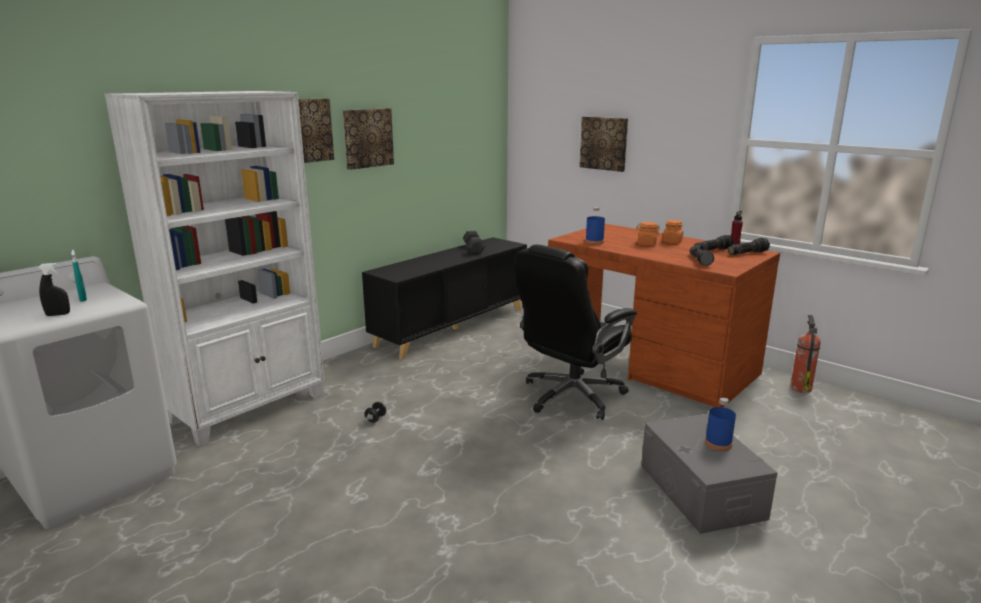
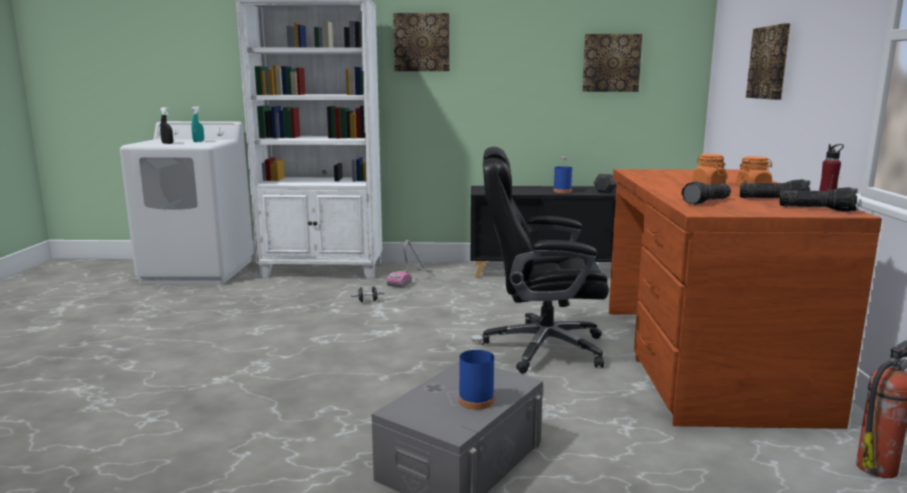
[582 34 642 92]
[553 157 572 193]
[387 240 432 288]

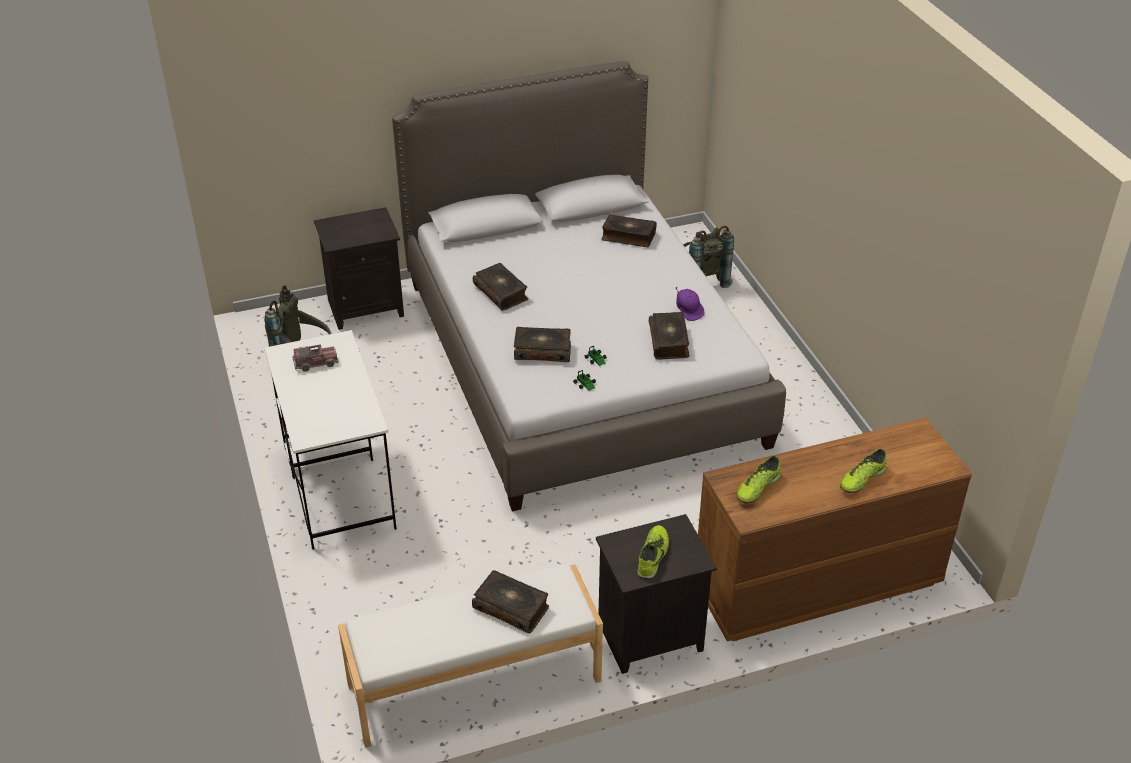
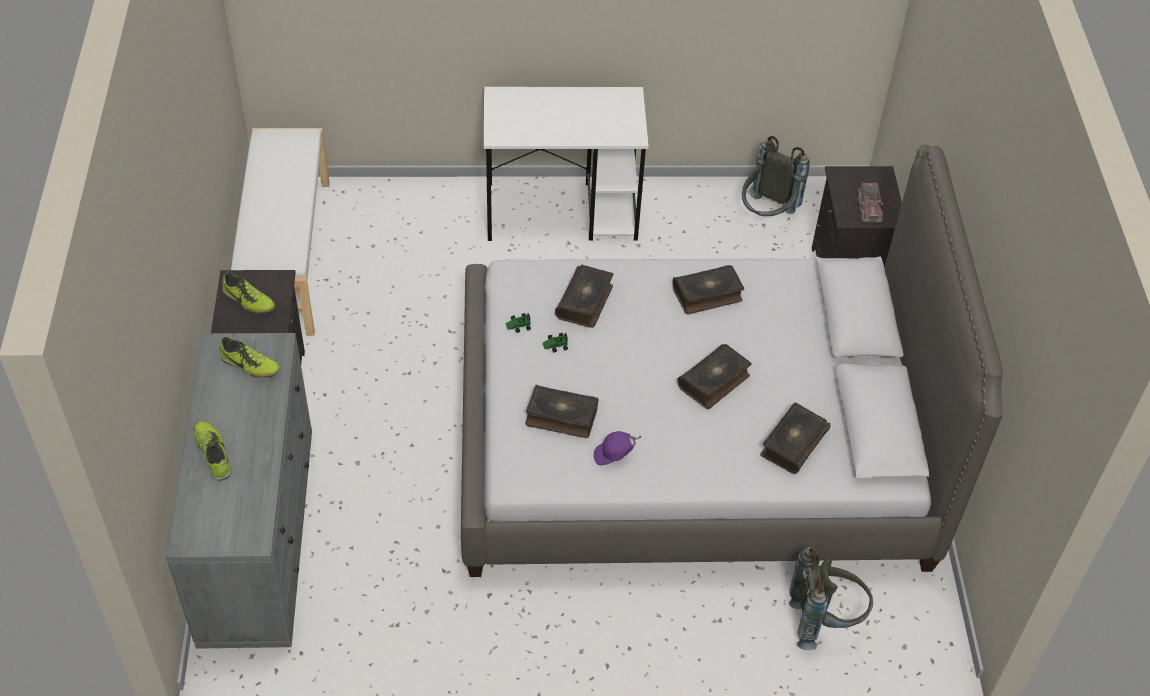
[858 182 883 222]
[166 333 312 649]
[219 336 280 378]
[677 344 752 409]

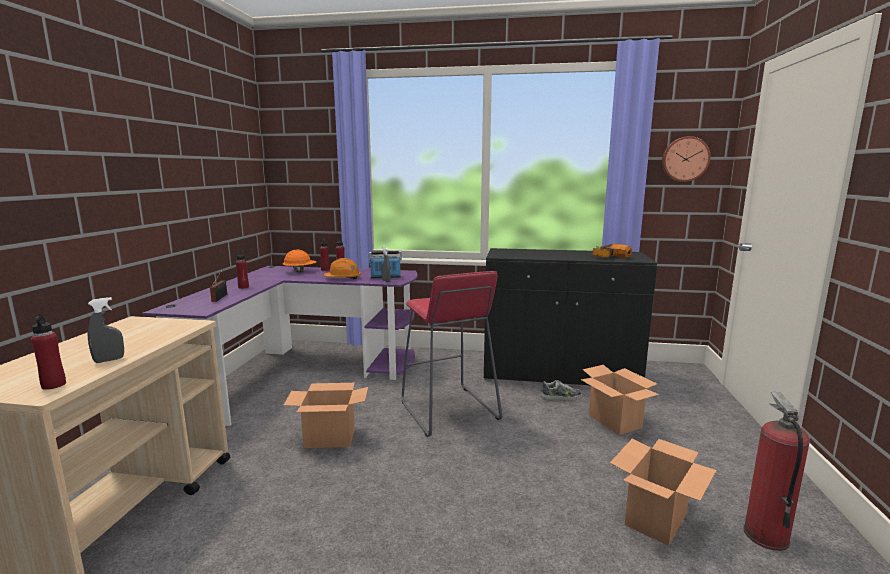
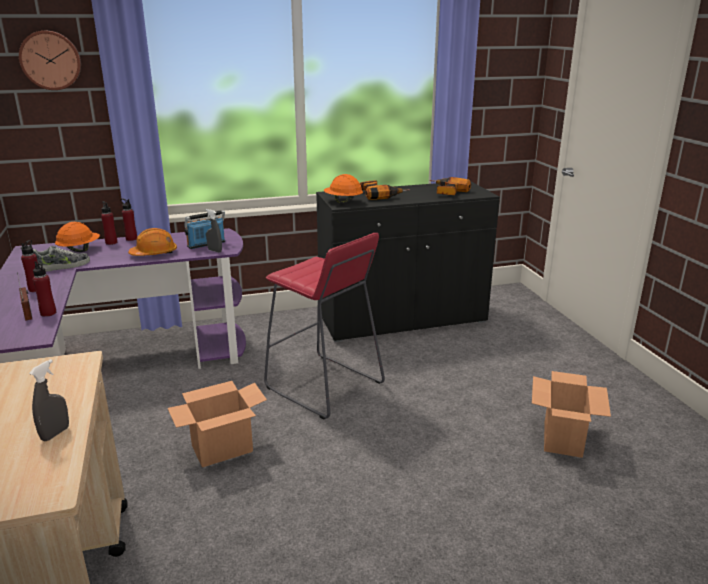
[19 31 81 90]
[33 261 56 317]
[581 365 659 435] (first image)
[33 246 90 272]
[744 392 810 551] (first image)
[324 174 363 203]
[360 180 410 200]

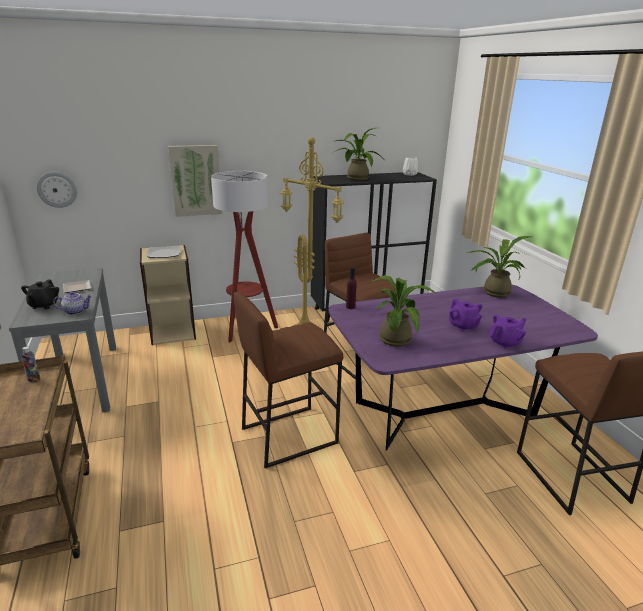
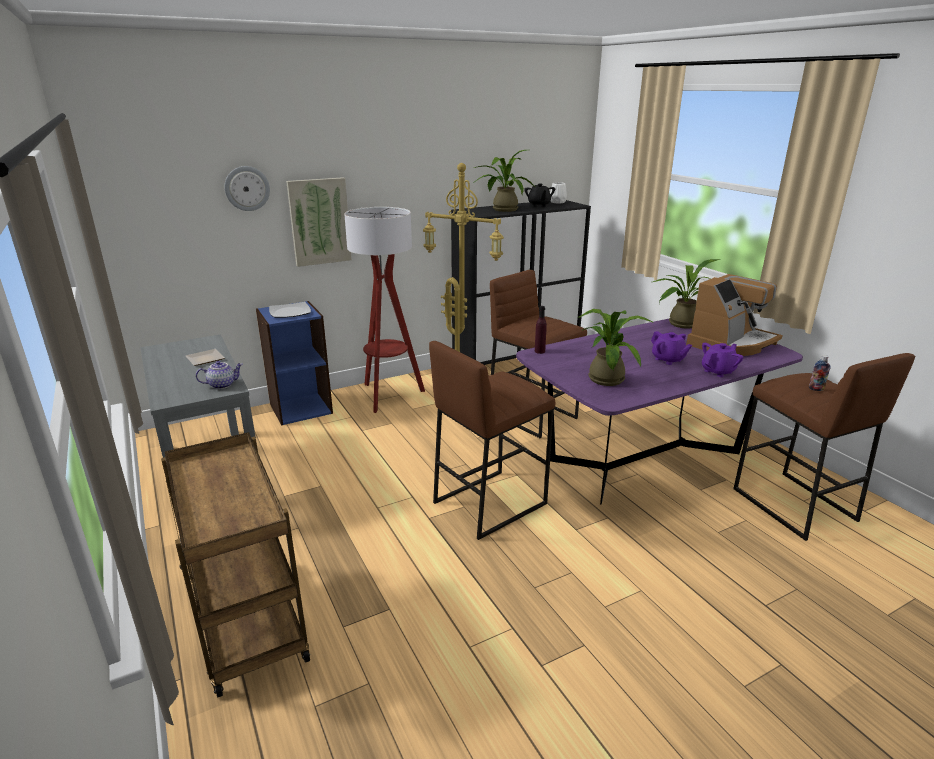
[224 166 270 211]
[256 301 333 426]
[524 183 555 207]
[809 355 831 391]
[686 274 783 356]

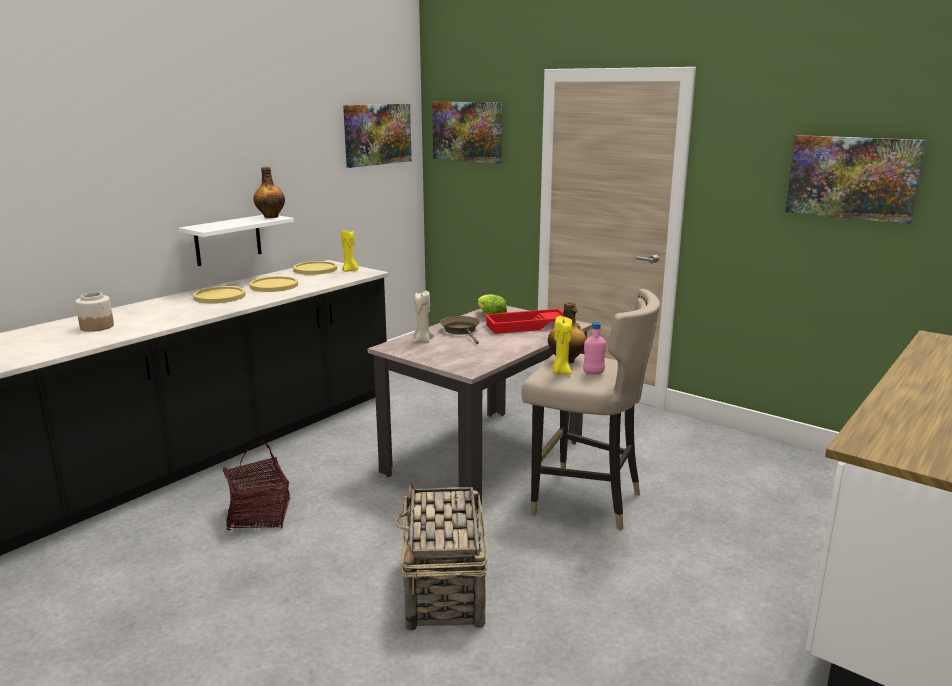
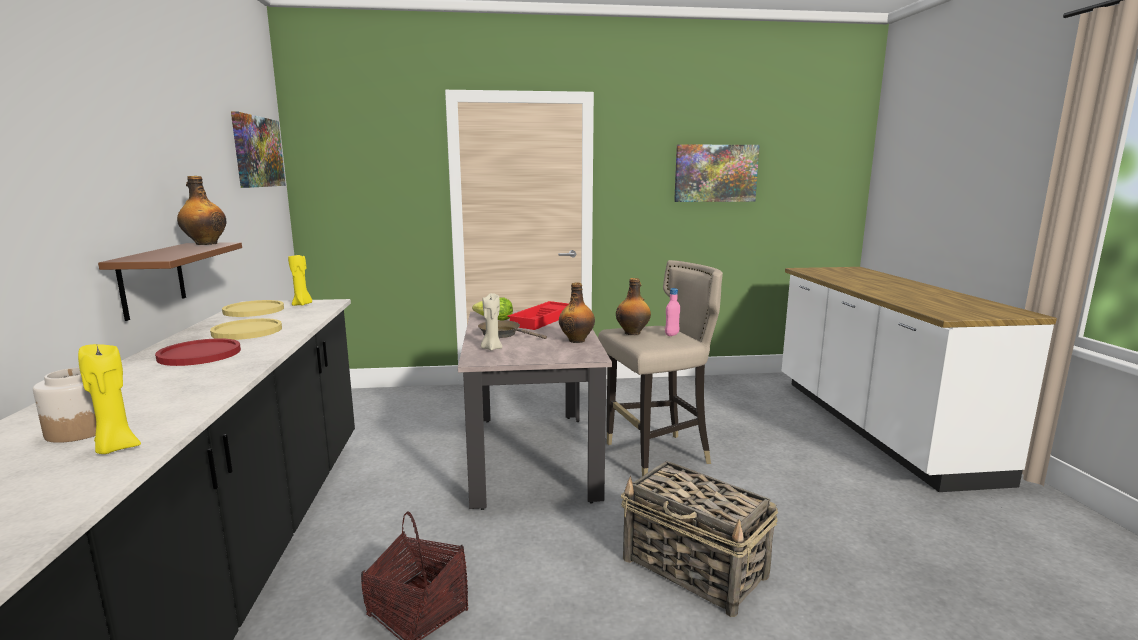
[432 101 502 164] (first image)
[98 242 242 321]
[155 338 241 366]
[78 344 141 454]
[559 283 595 343]

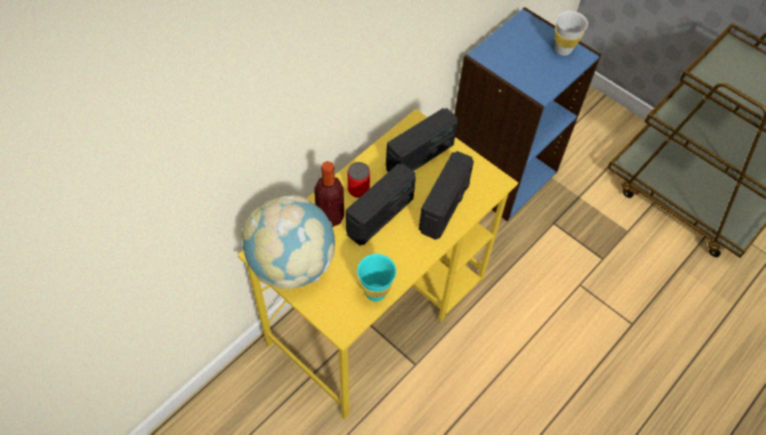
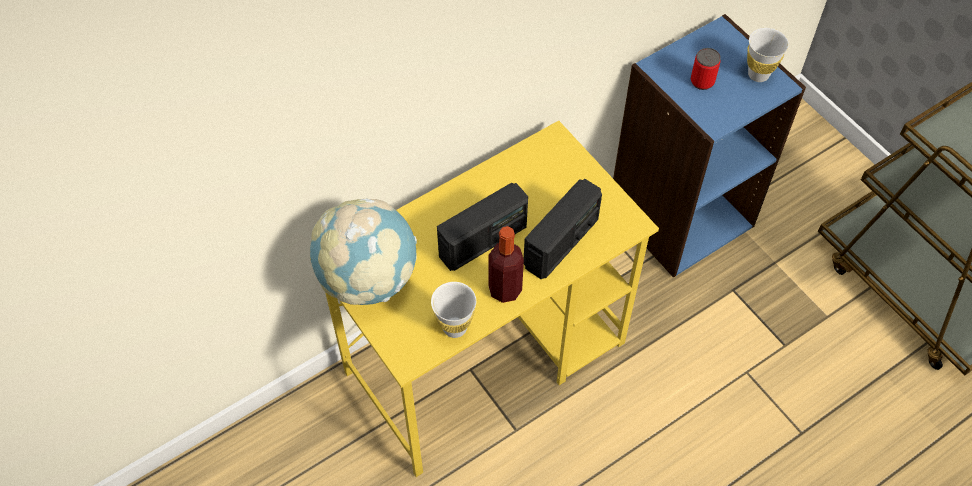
[386 108 458 172] (first image)
[488 226 524 303]
[691 48 721 90]
[431 282 476 338]

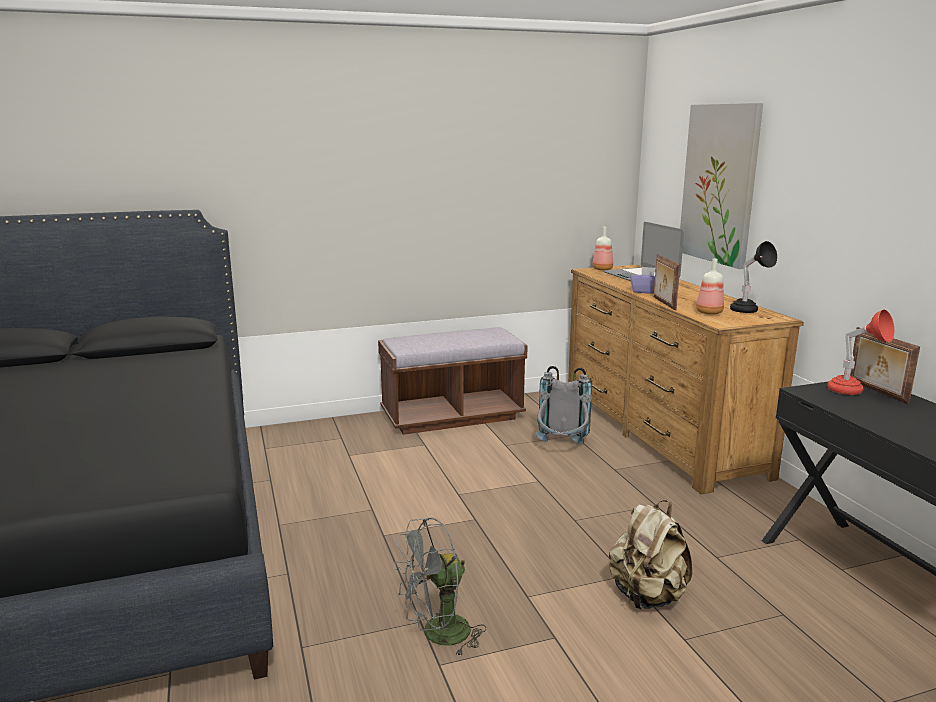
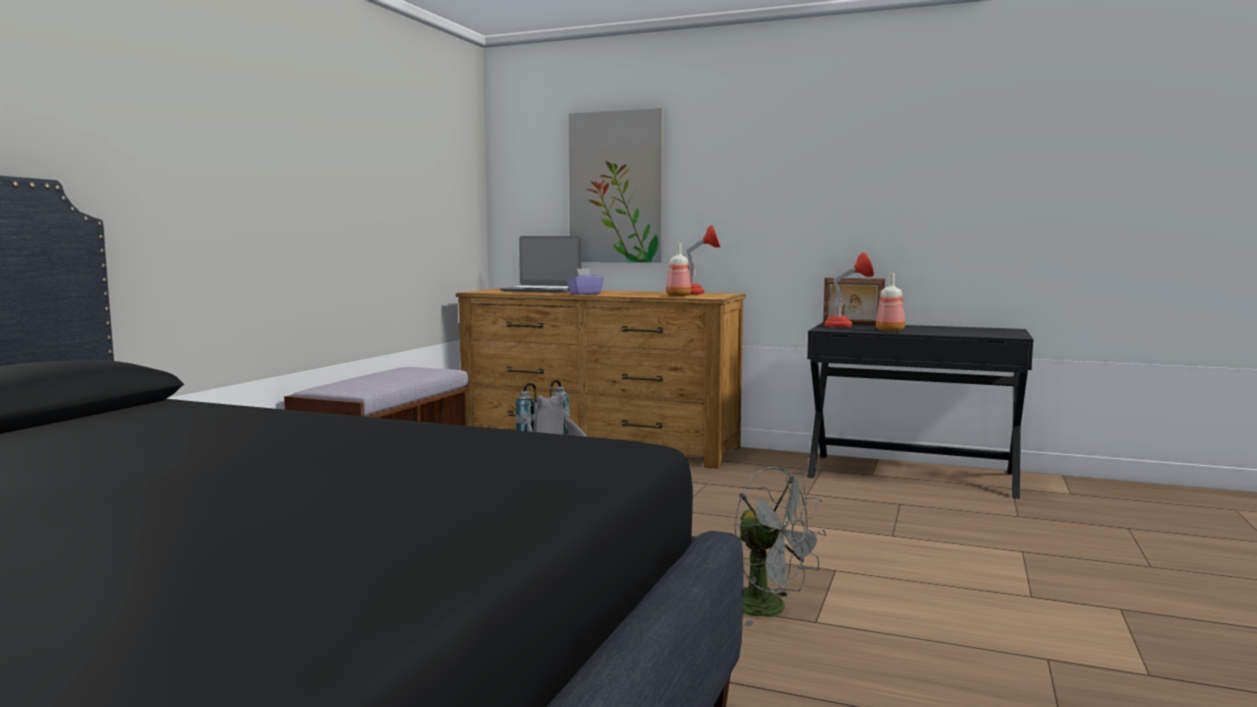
[876 273 905 332]
[687 225 720 294]
[654 254 680 311] (first image)
[609 500 692 610] (first image)
[734 467 826 627]

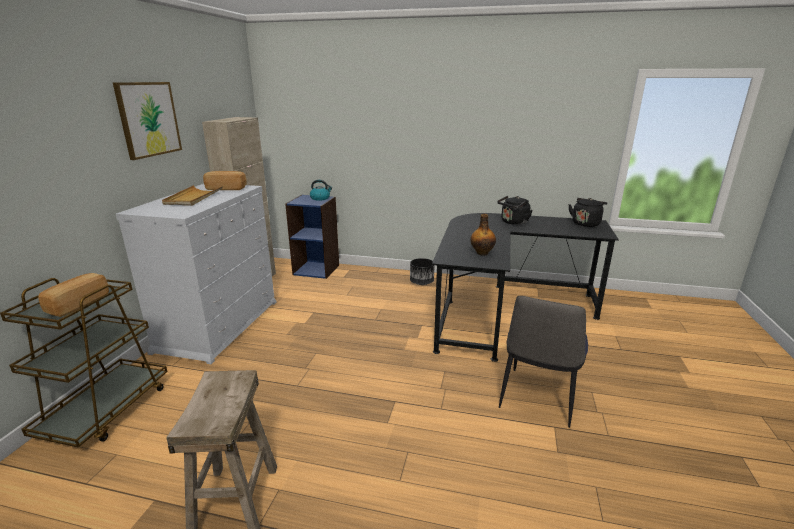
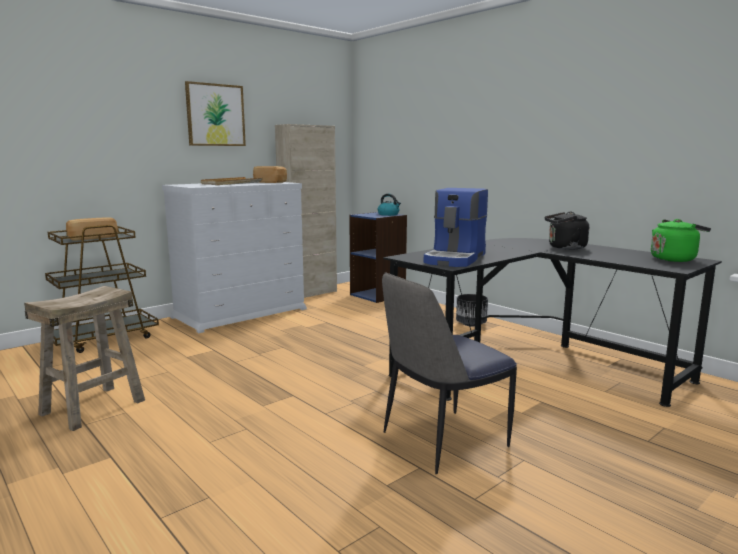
[651 219 711 262]
[424 188 488 267]

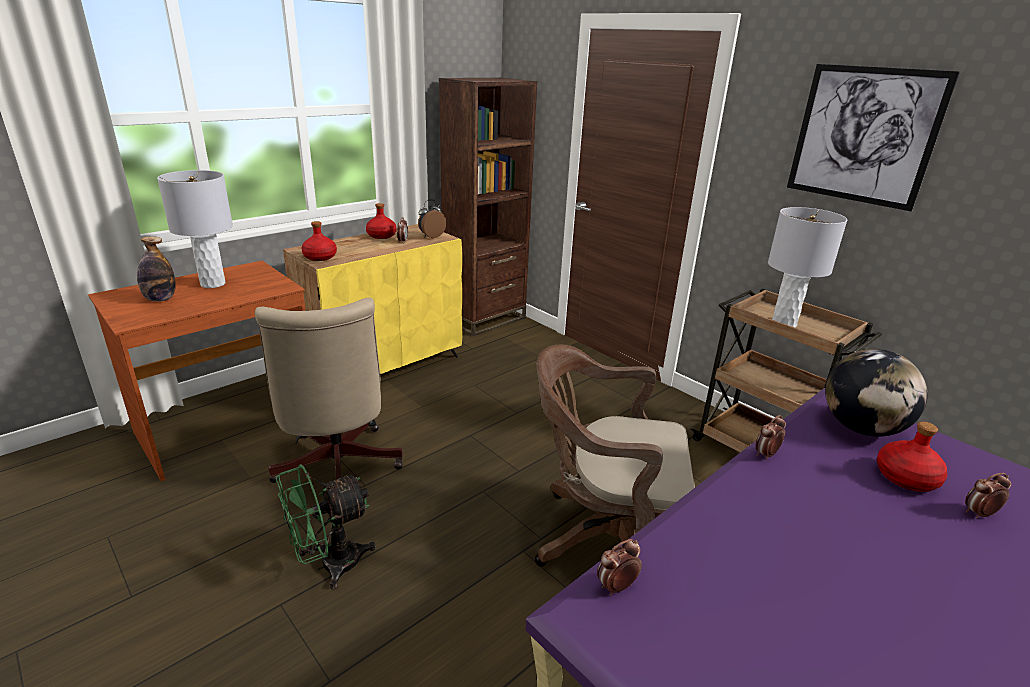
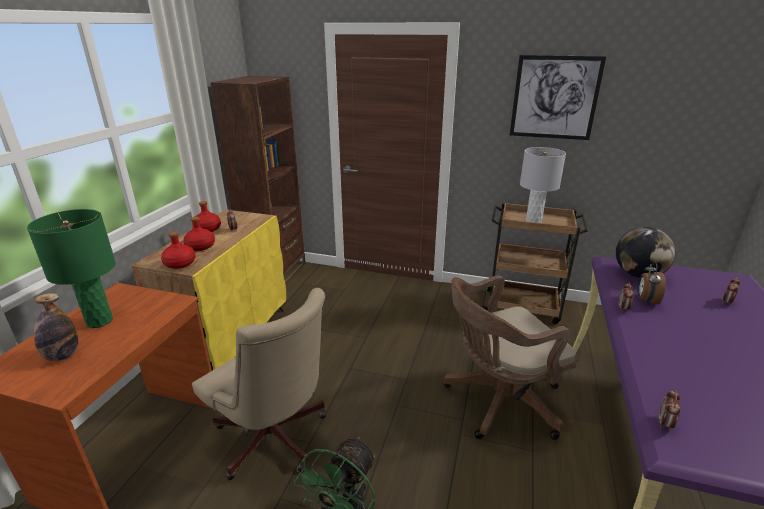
[27 209 116 328]
[637 261 666 305]
[183 217 215 251]

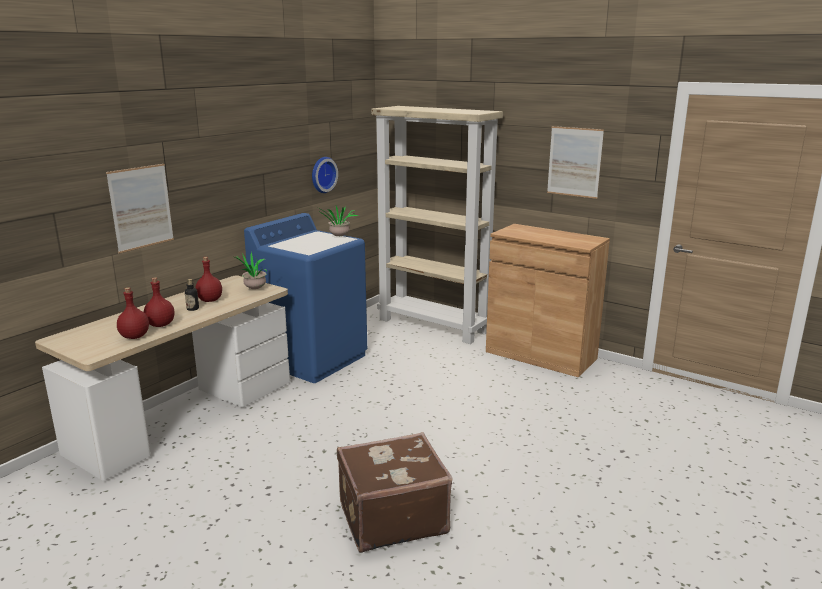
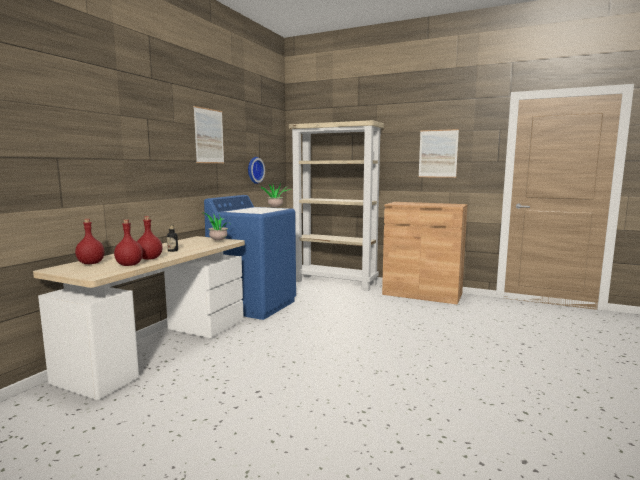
[193 106 224 163]
[75 219 105 264]
[337 432 453 553] (first image)

